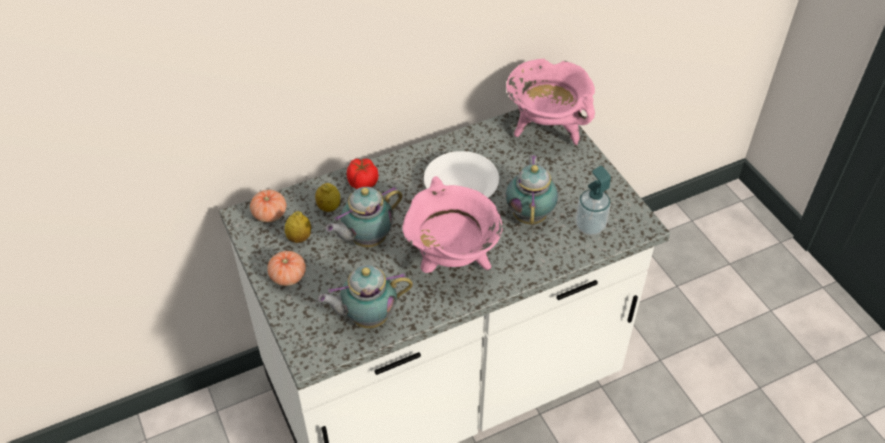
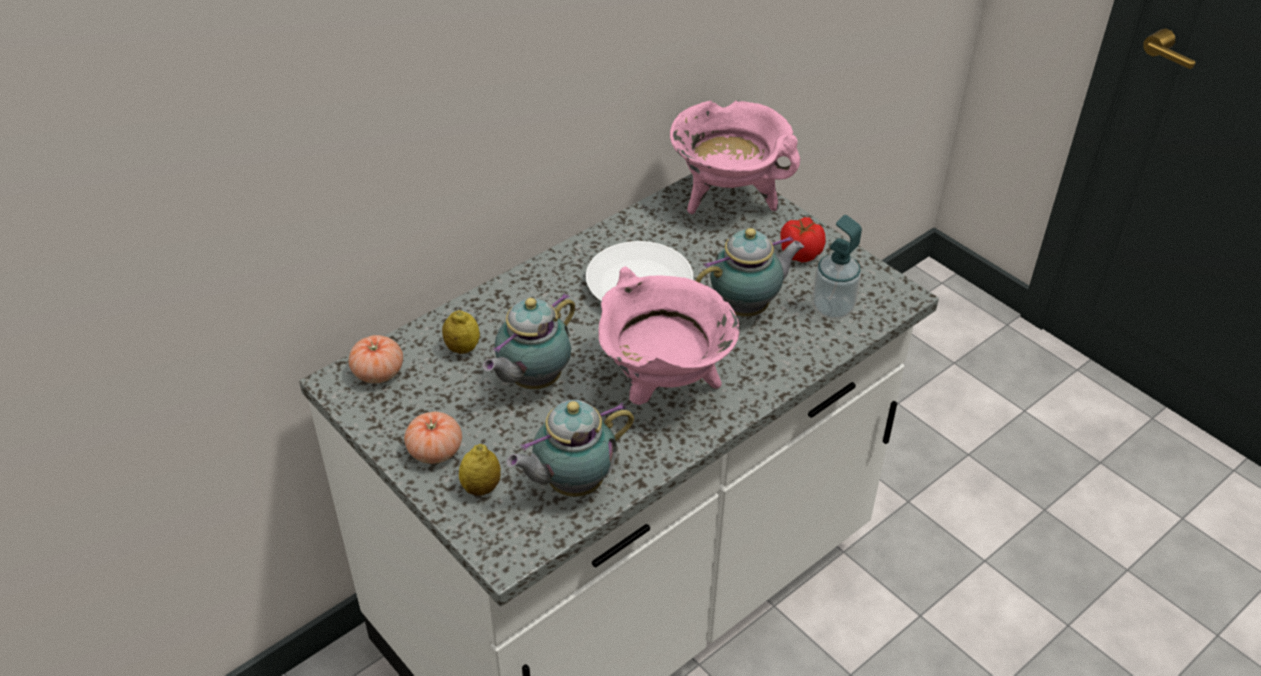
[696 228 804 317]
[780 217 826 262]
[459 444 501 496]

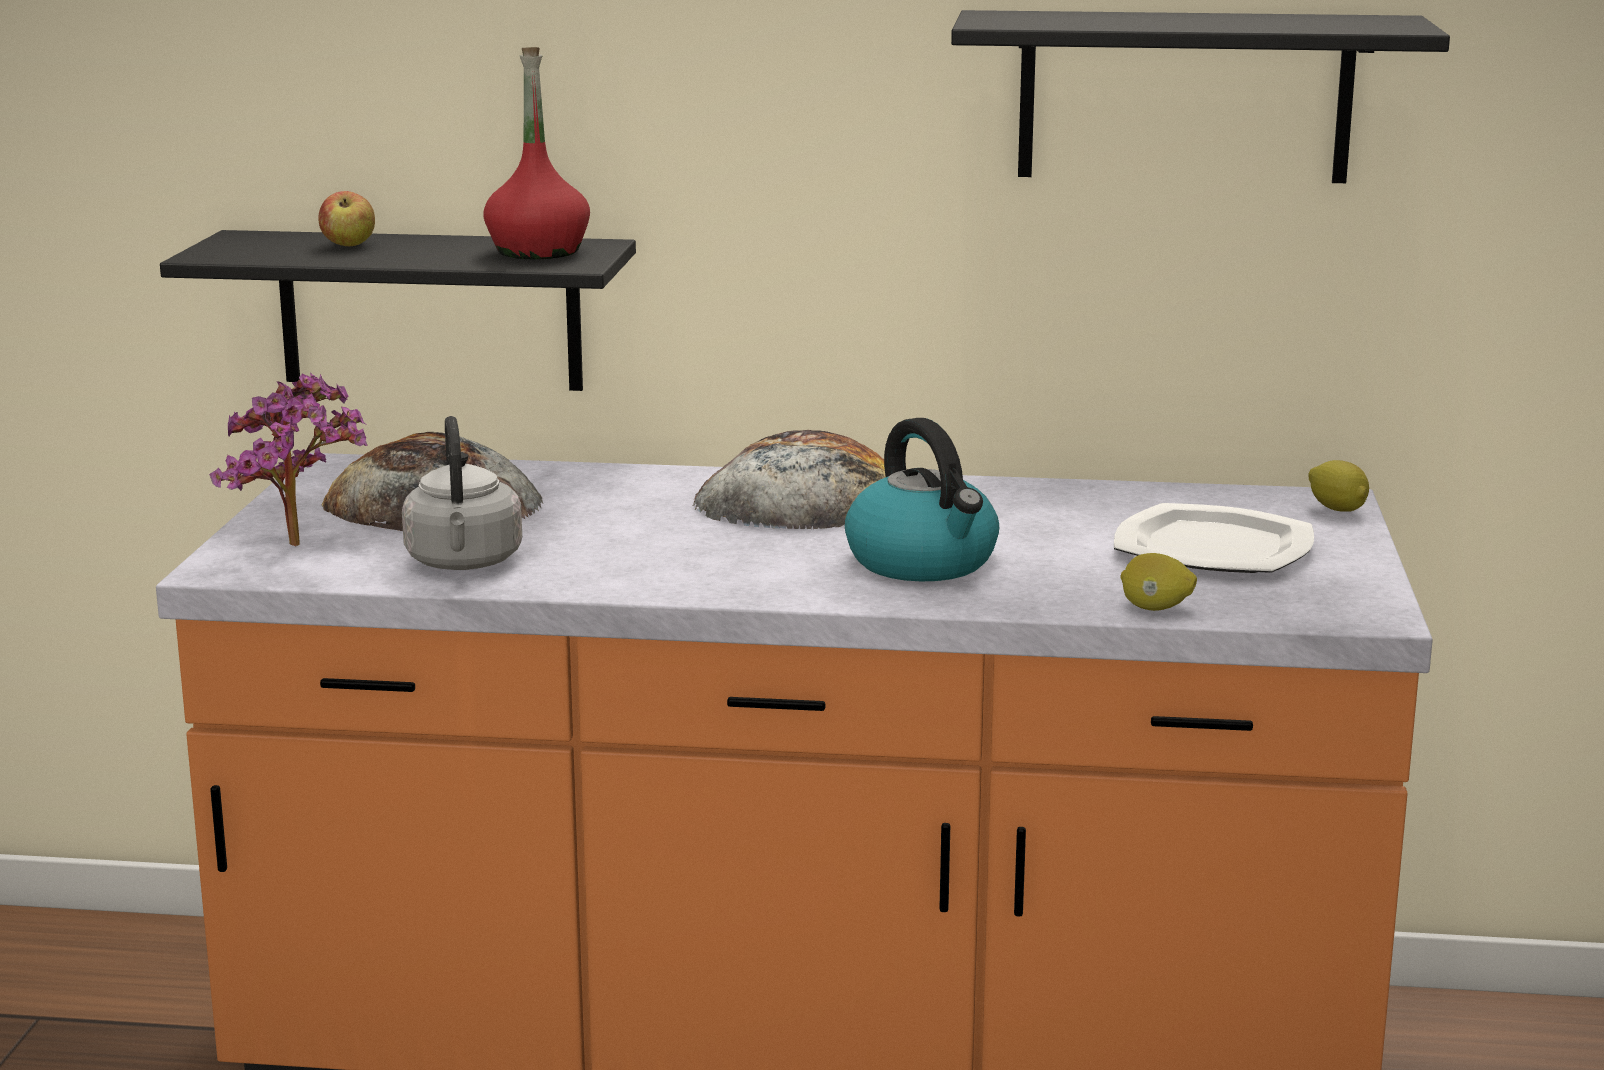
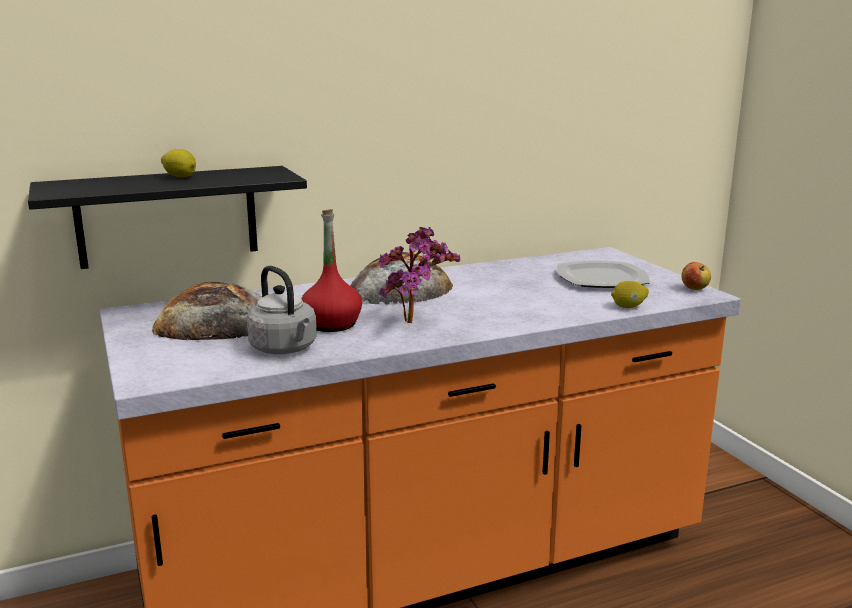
[951 10 1450 183] (first image)
[301 209 362 332]
[681 262 711 290]
[378 227 460 323]
[845 418 999 581] (first image)
[161 149 196 178]

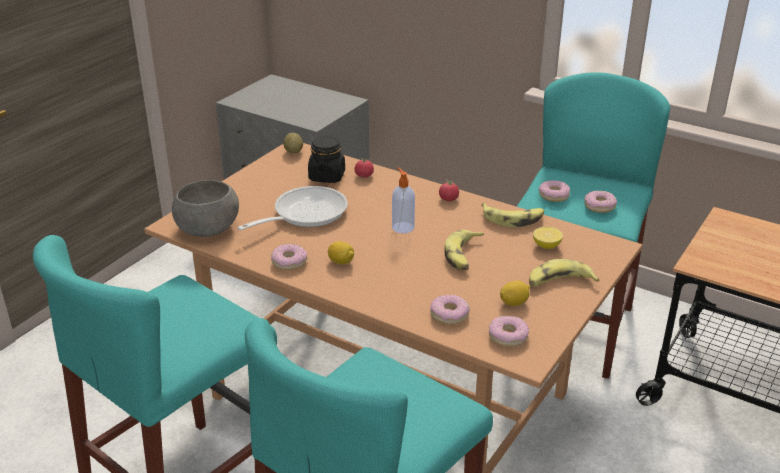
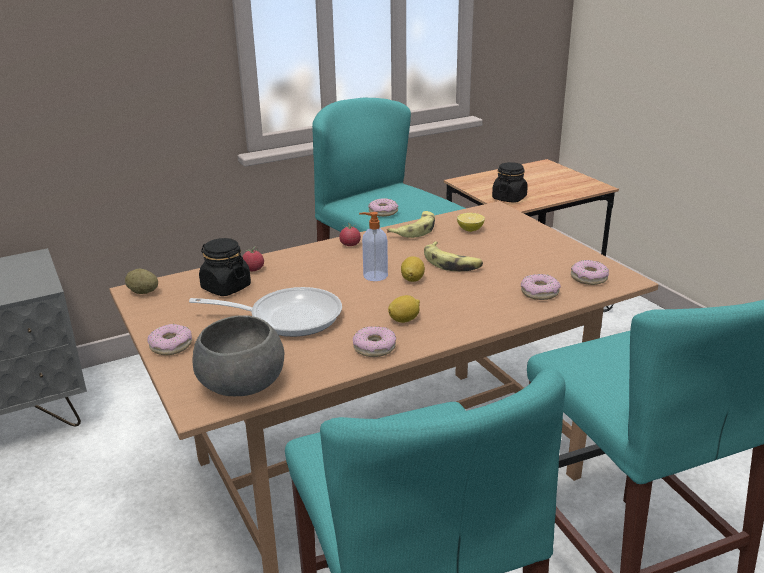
[189 287 342 337]
[148 324 192 355]
[529 259 599 287] (first image)
[401 256 425 282]
[492 162 528 203]

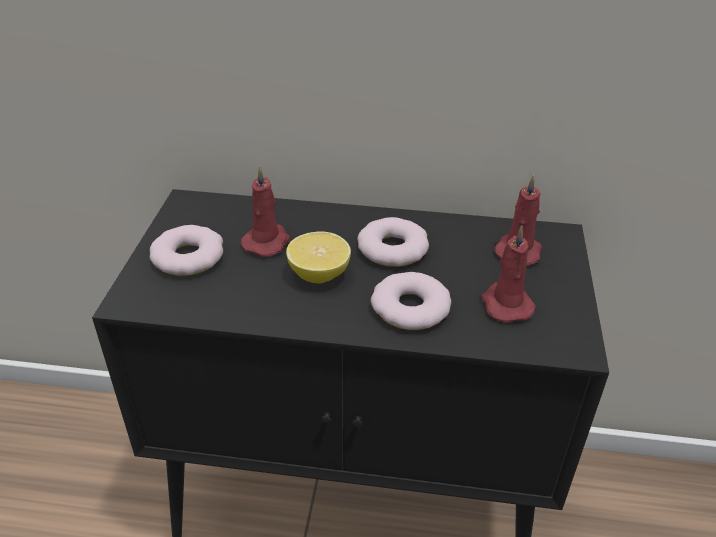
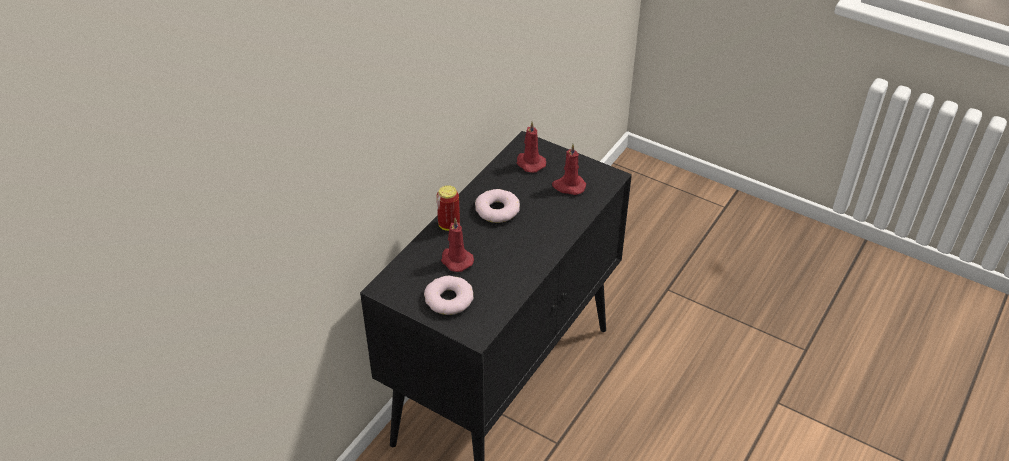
[286 231 351 283] (first image)
[371 272 451 330] (first image)
[437 185 460 231]

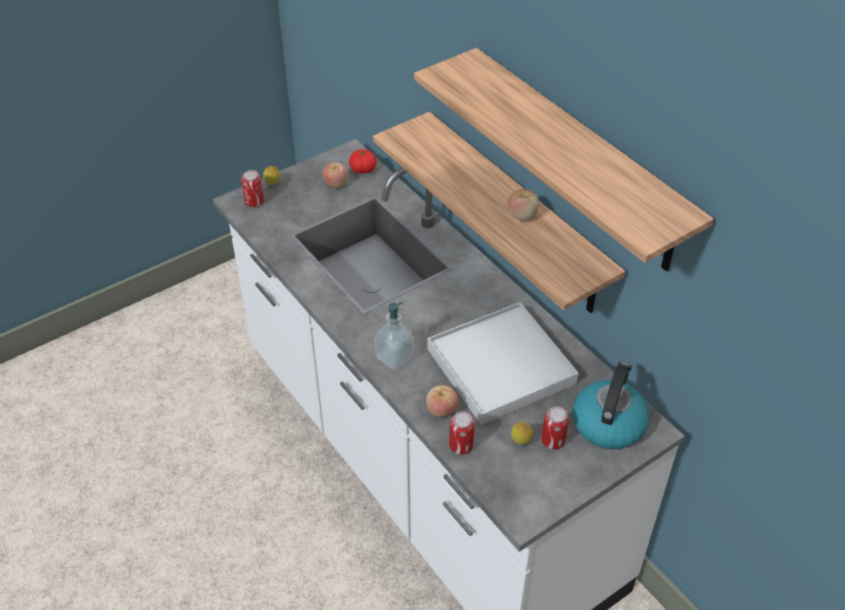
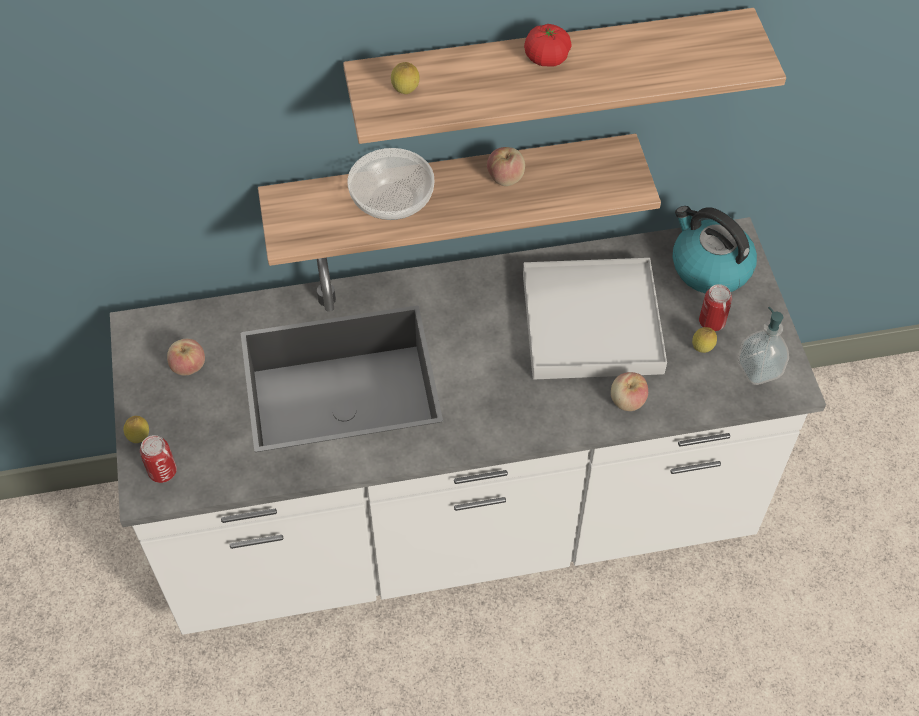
[524 24 572 67]
[738 307 789 385]
[449 411 475 455] (first image)
[391 62 420 94]
[347 148 434 220]

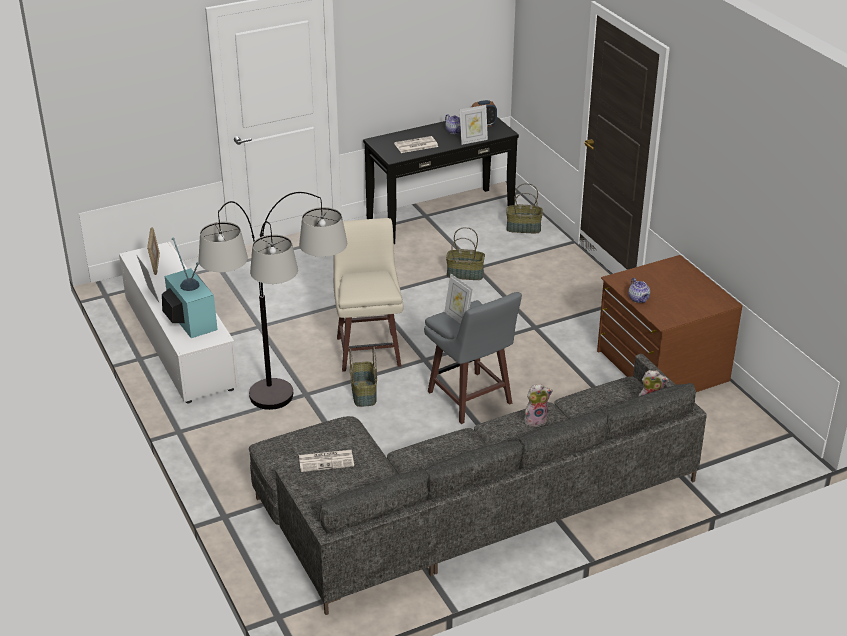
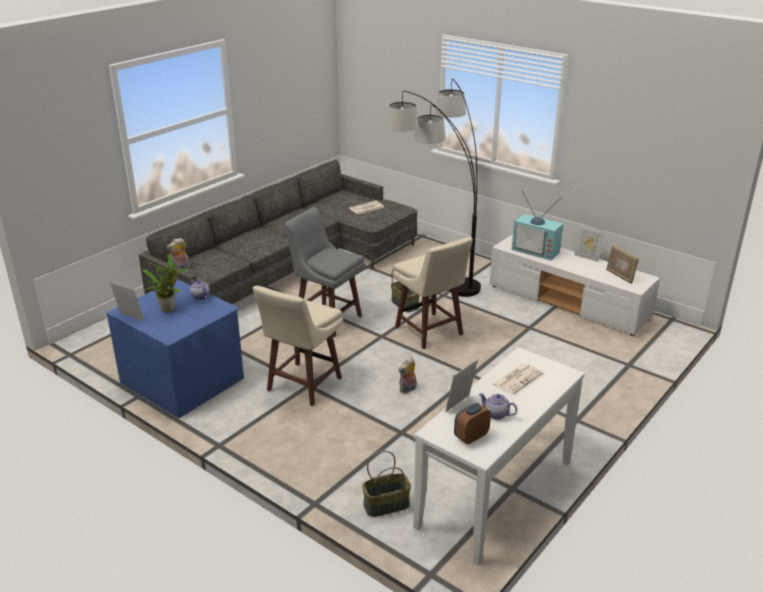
[413 347 585 565]
[446 227 485 280] (first image)
[106 279 244 418]
[109 282 145 321]
[399 357 417 393]
[143 254 189 313]
[253 286 343 406]

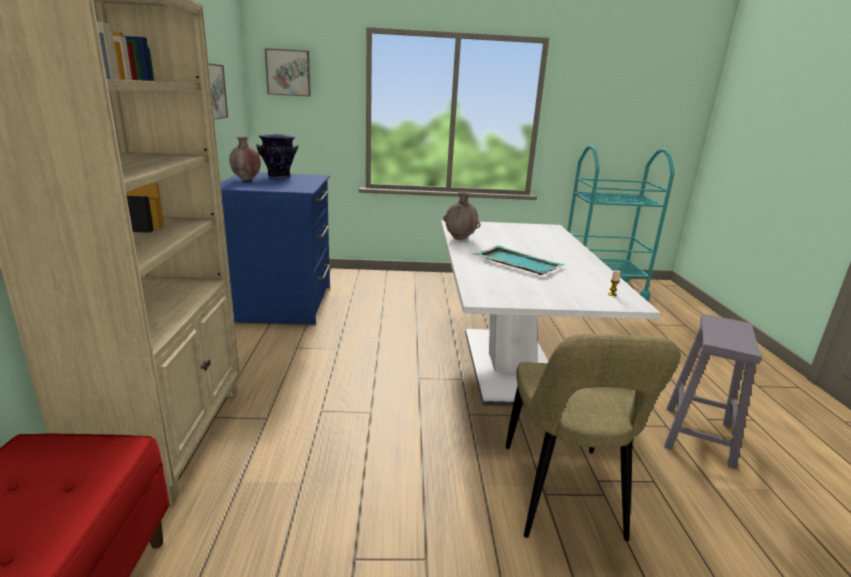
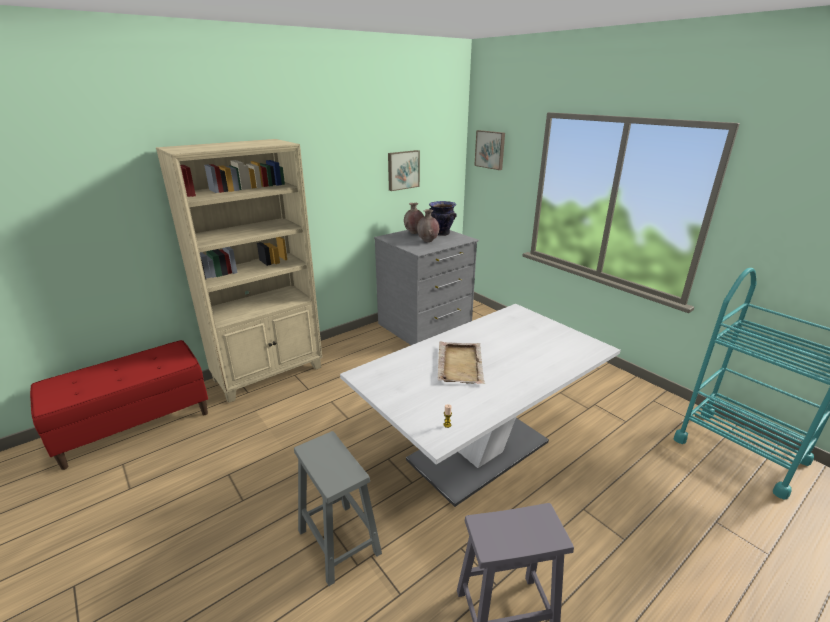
[374 230 479 345]
[417 209 439 242]
[438 342 486 384]
[294 431 382 586]

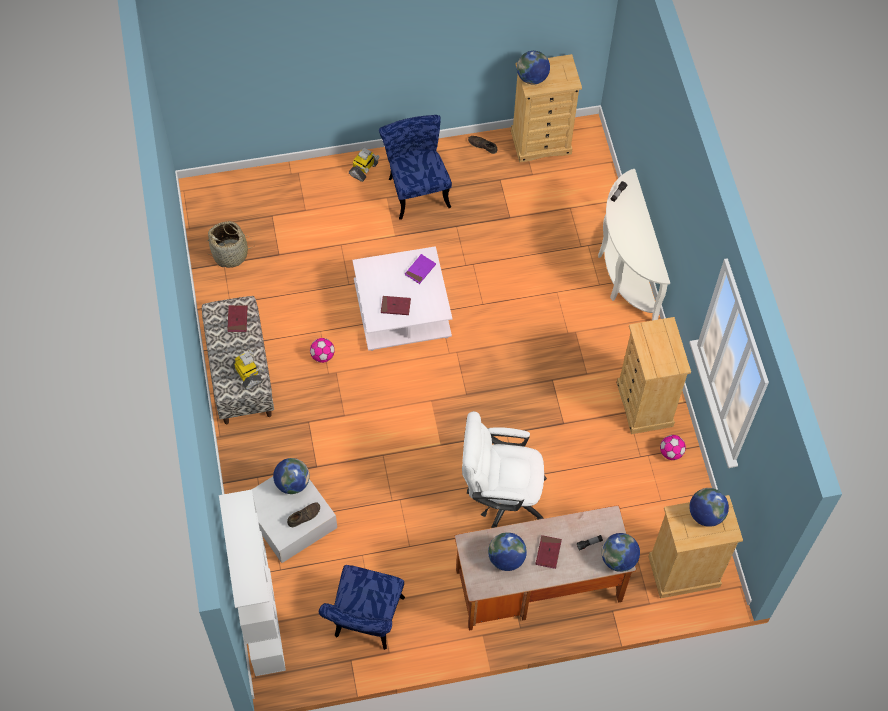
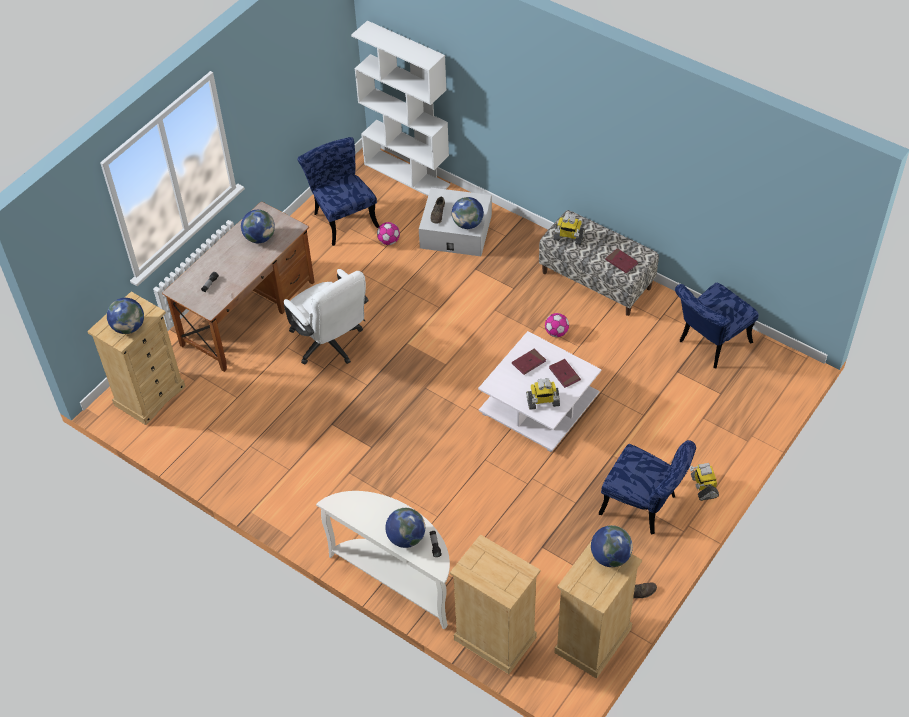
[675 283 759 368]
[526 378 560 410]
[450 534 540 674]
[284 269 369 365]
[377 222 400 245]
[385 508 425 548]
[549 359 581 388]

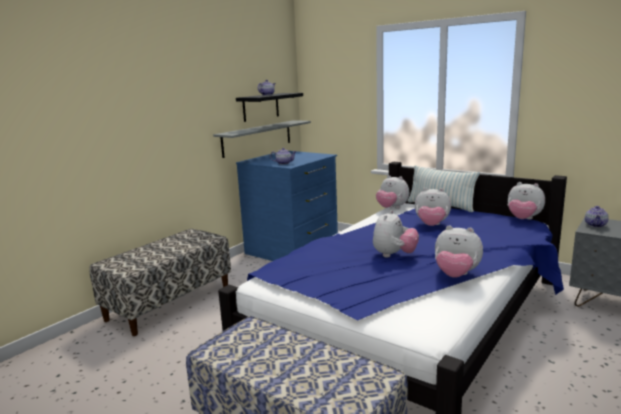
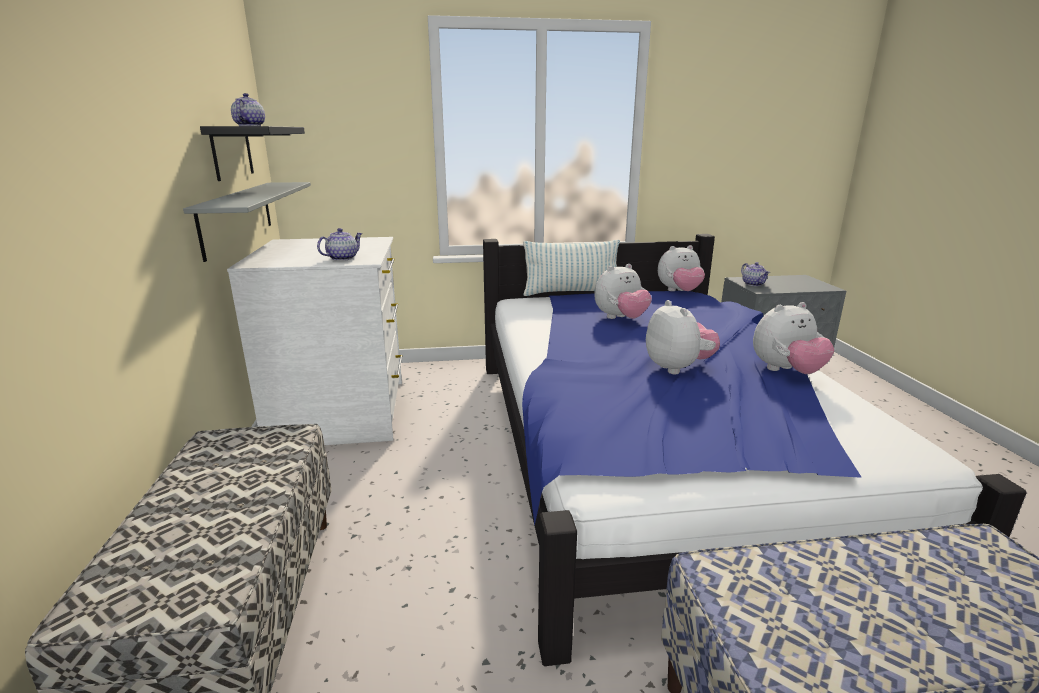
[227 237 402 445]
[376 175 409 209] (first image)

